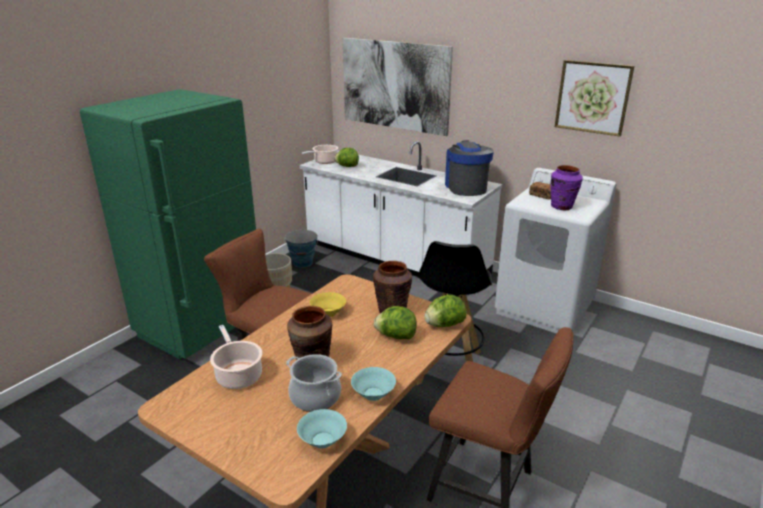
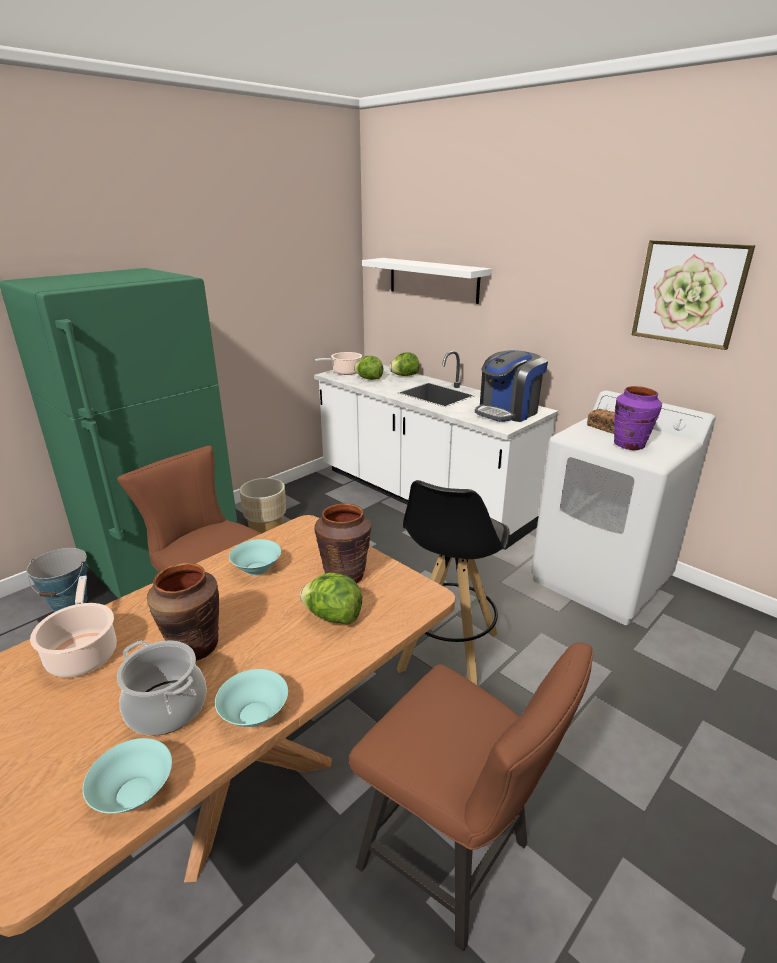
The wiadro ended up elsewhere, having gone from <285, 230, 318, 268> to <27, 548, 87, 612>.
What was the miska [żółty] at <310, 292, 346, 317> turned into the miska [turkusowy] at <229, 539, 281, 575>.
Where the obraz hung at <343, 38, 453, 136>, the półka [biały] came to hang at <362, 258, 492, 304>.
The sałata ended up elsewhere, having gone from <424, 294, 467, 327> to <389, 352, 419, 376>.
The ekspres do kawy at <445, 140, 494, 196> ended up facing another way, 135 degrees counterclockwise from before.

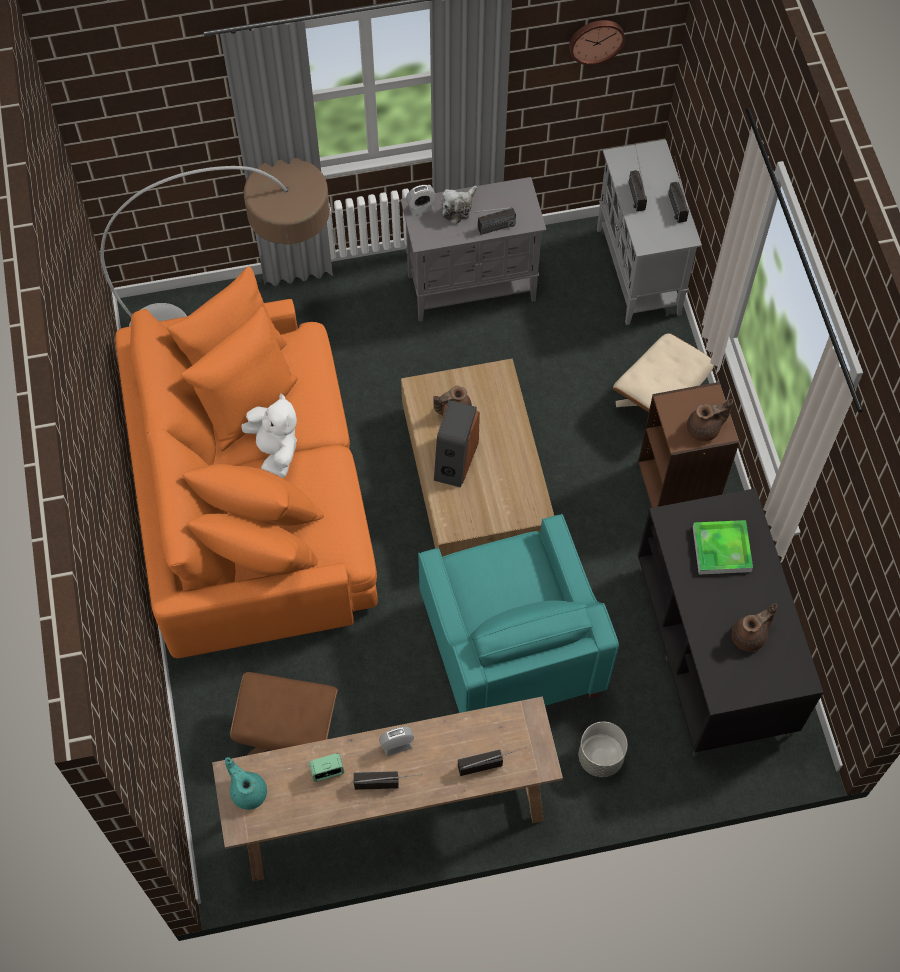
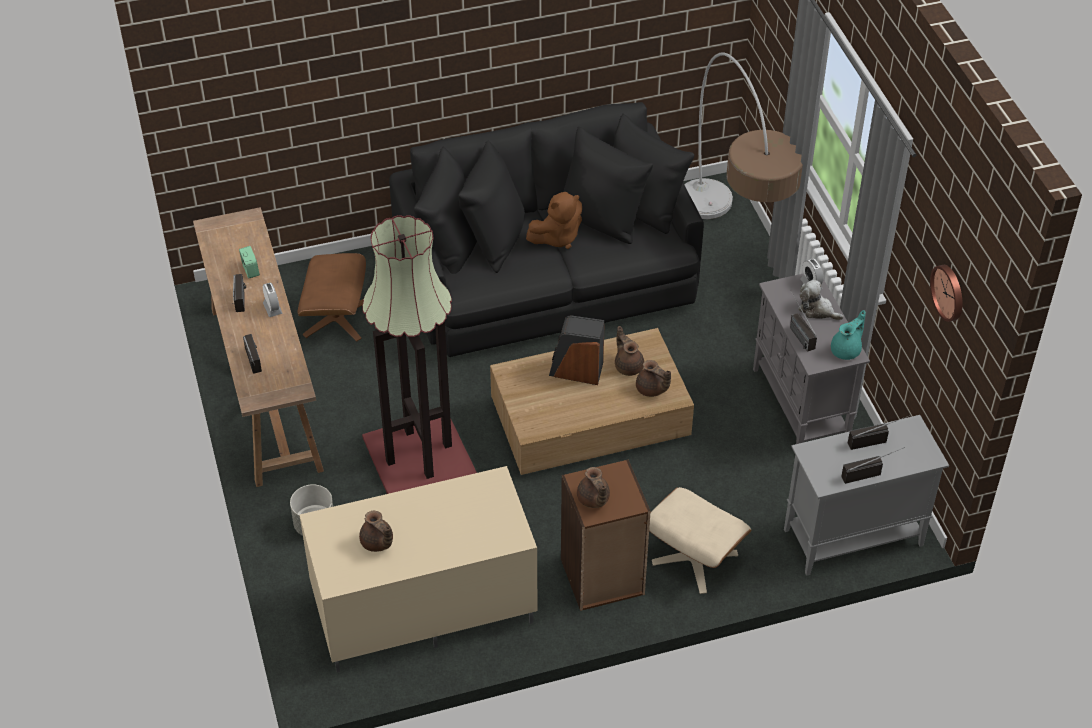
What was the kanapa [pomarańczowy] at <115, 266, 378, 658> turned into the kanapa [czarny] at <389, 102, 704, 357>.
The imbryk [turkusowy] ended up elsewhere, having gone from <225, 757, 267, 810> to <831, 310, 866, 360>.
What was the pluszak [biały] at <241, 393, 297, 478> turned into the pluszak [brązowy] at <526, 192, 582, 249>.
Where the fotel [turkusowy] stood at <418, 514, 619, 713>, the lampa stojąca came to stand at <362, 215, 477, 494>.
What was the szafka pod telewizor [czarny] at <638, 488, 823, 756> turned into the szafka pod telewizor [beżowy] at <300, 466, 538, 673>.
The second view lost the taca at <693, 520, 753, 575>.
The second view gained the imbryk [brązowy] at <636, 360, 671, 397>.

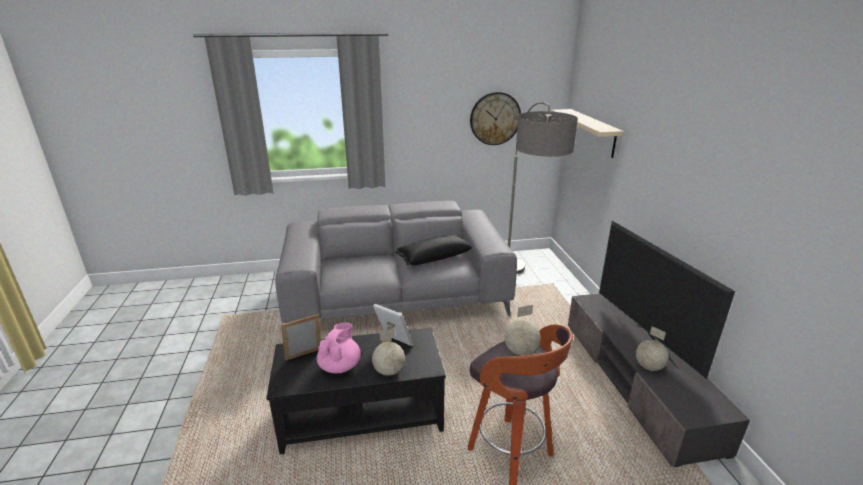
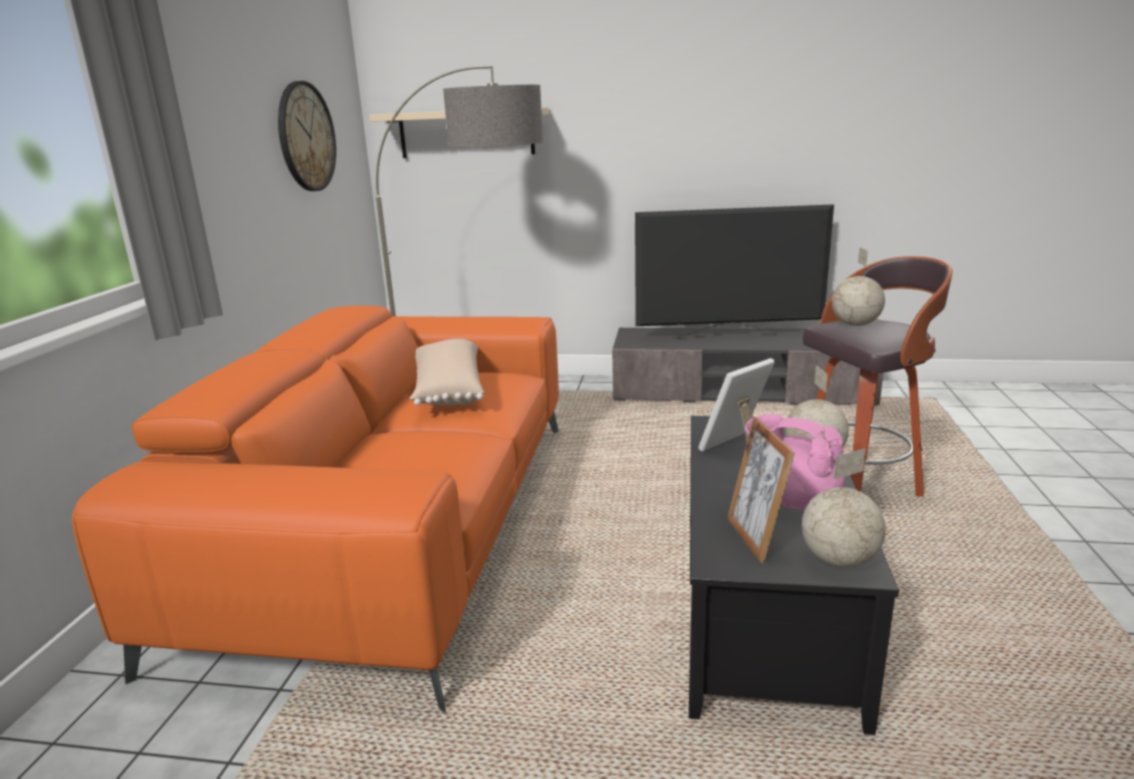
What was the kanapa [szary] at <275, 201, 517, 323> turned into the kanapa [pomarańczowy] at <72, 306, 559, 713>.
What was the poduszka [czarny] at <395, 234, 472, 265> turned into the poduszka [beżowy] at <409, 339, 484, 405>.
The globus ended up elsewhere, having gone from <636, 326, 669, 371> to <802, 448, 886, 568>.

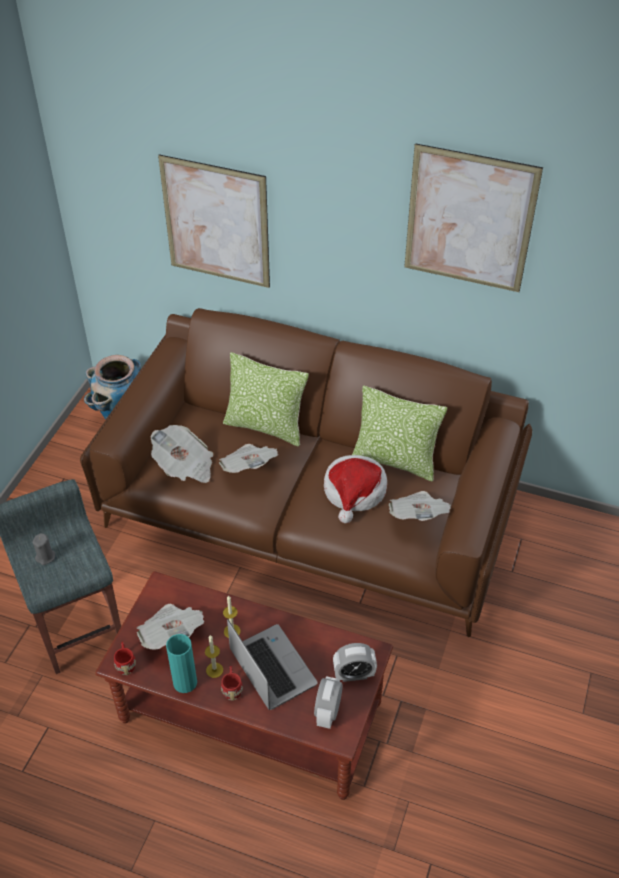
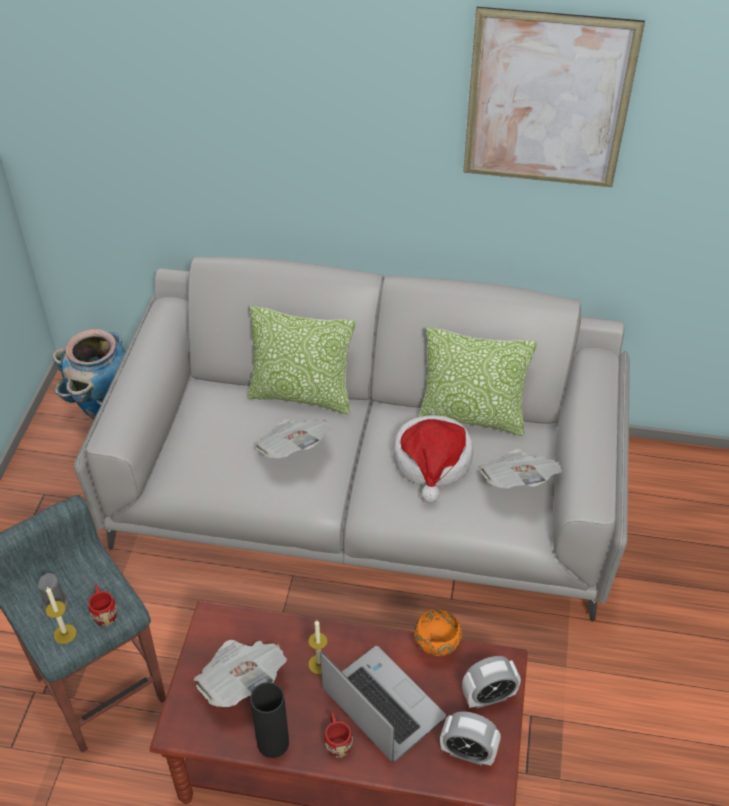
What was the kanapa [brązowy] at <80, 308, 532, 637> turned into the kanapa [szary] at <74, 256, 630, 622>.
The kubek [czerwony] ended up elsewhere, having gone from <114, 642, 136, 675> to <88, 584, 117, 626>.
The second view lost the gazeta at <151, 425, 213, 483>.
The second view lost the obraz at <158, 154, 270, 288>.
What was the wazon [turkusowy] at <166, 634, 197, 693> turned into the wazon [czarny] at <250, 682, 289, 758>.
The świeca ended up elsewhere, having gone from <205, 635, 223, 678> to <46, 587, 76, 644>.
The budzik at <314, 676, 343, 729> ended up facing another way, 75 degrees counterclockwise from before.
The second view gained the miska [pomarańczowy] at <414, 609, 462, 656>.

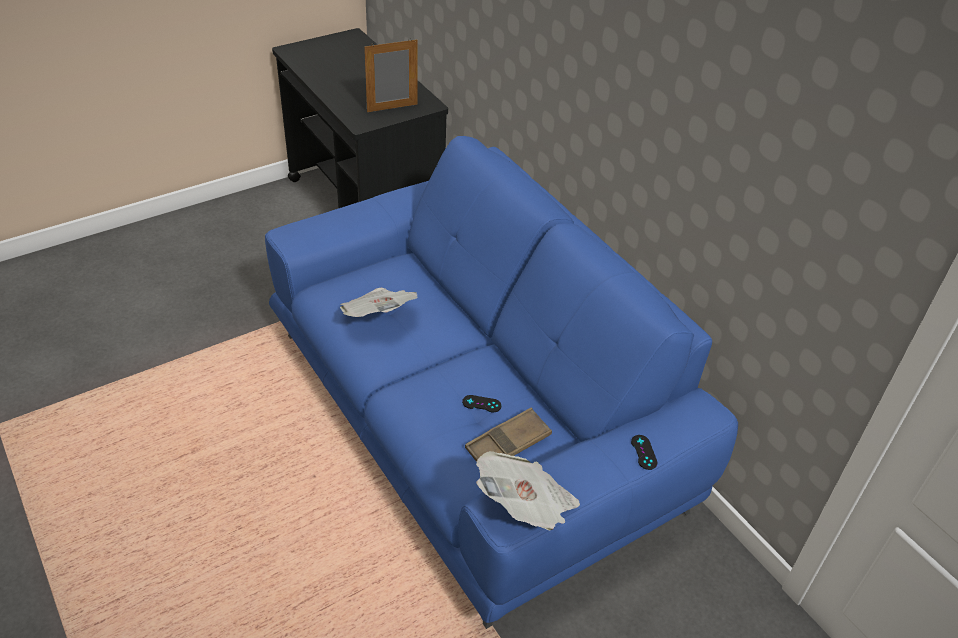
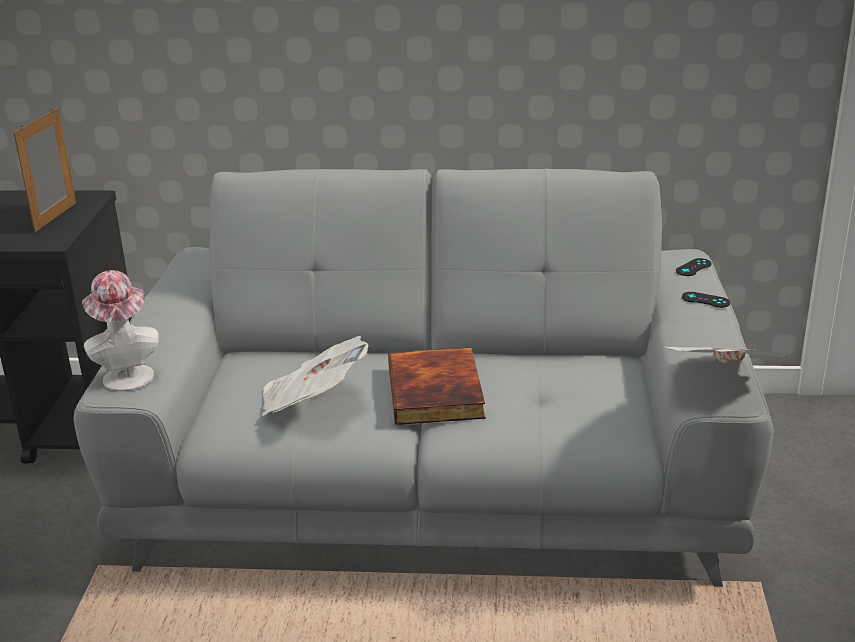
What was the kanapa [niebieski] at <265, 136, 738, 629> turned into the kanapa [szary] at <73, 169, 774, 587>.
The pad do gier [czarny] ended up elsewhere, having gone from <462, 395, 501, 412> to <676, 258, 712, 276>.
The second view lost the taca [brązowy] at <465, 407, 552, 462>.
The second view gained the kapelusz at <82, 270, 159, 391>.
The second view gained the książka at <388, 347, 486, 425>.

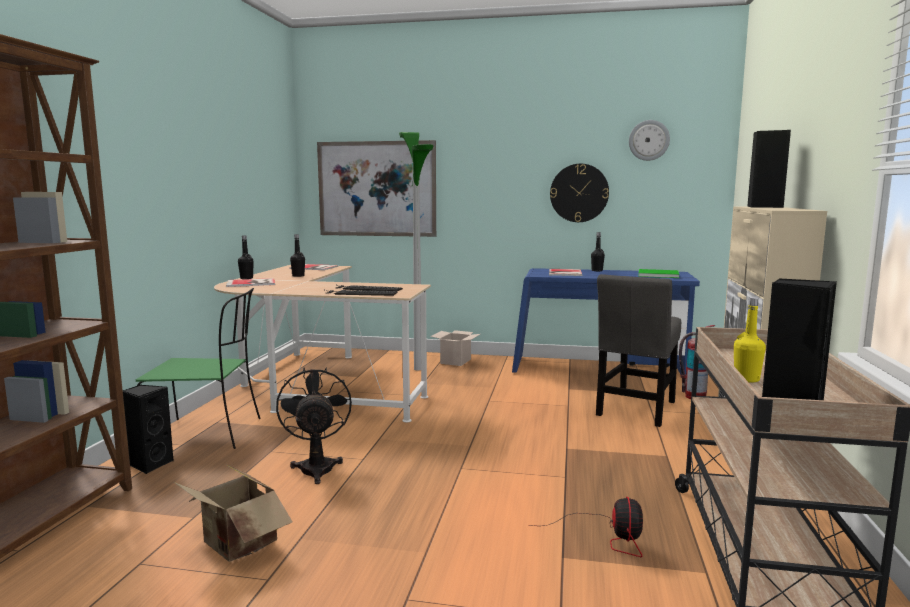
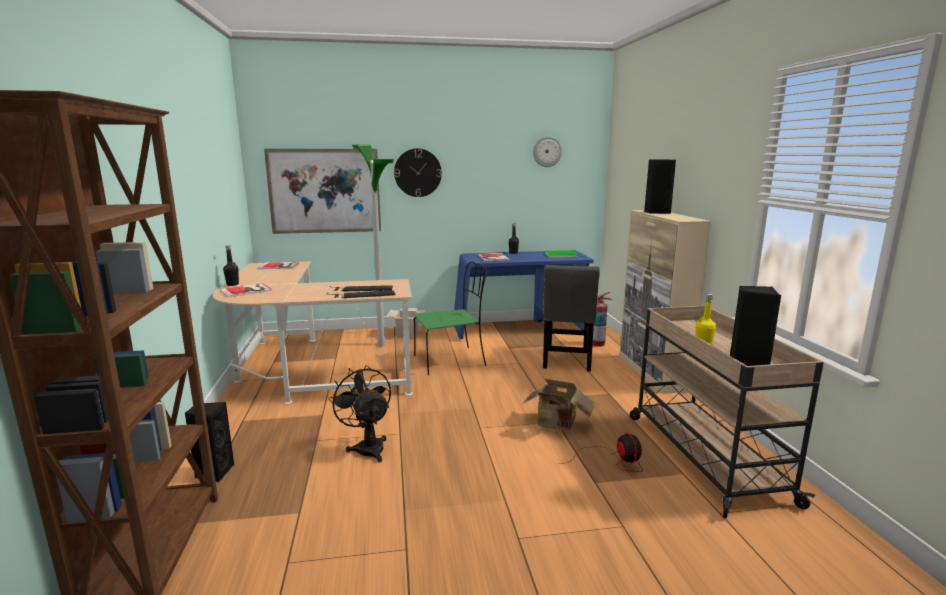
The krzesło [zielony] ended up elsewhere, having gone from <136, 288, 261, 449> to <414, 262, 488, 375>.
The karton ended up elsewhere, having gone from <174, 465, 293, 562> to <522, 379, 595, 432>.
The second view lost the butelka [czarny] at <290, 234, 305, 277>.
The zegar ścienny ended up elsewhere, having gone from <550, 164, 609, 222> to <394, 148, 442, 197>.

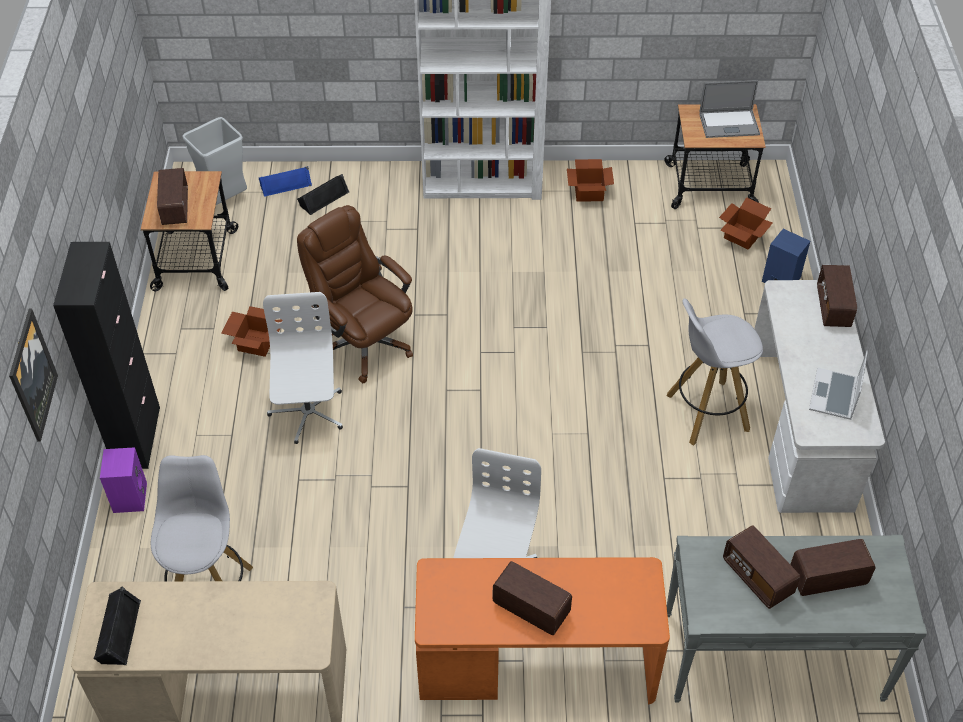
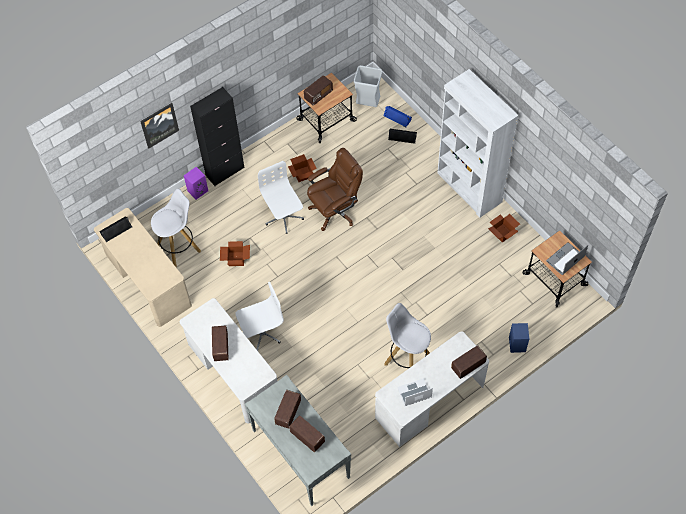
The krzesło biurowe [biały] at <263, 292, 343, 444> ended up facing another way, 75 degrees counterclockwise from before.
The krzesło biurowe [brązowy] at <297, 205, 413, 383> ended up facing another way, 45 degrees clockwise from before.
What was the biurko [pomarańczowy] at <415, 557, 670, 705> turned into the biurko [biały] at <180, 298, 277, 424>.
The laptop at <699, 80, 760, 138> ended up facing another way, 90 degrees clockwise from before.
The karton ended up elsewhere, having gone from <719, 197, 773, 249> to <220, 241, 250, 266>.

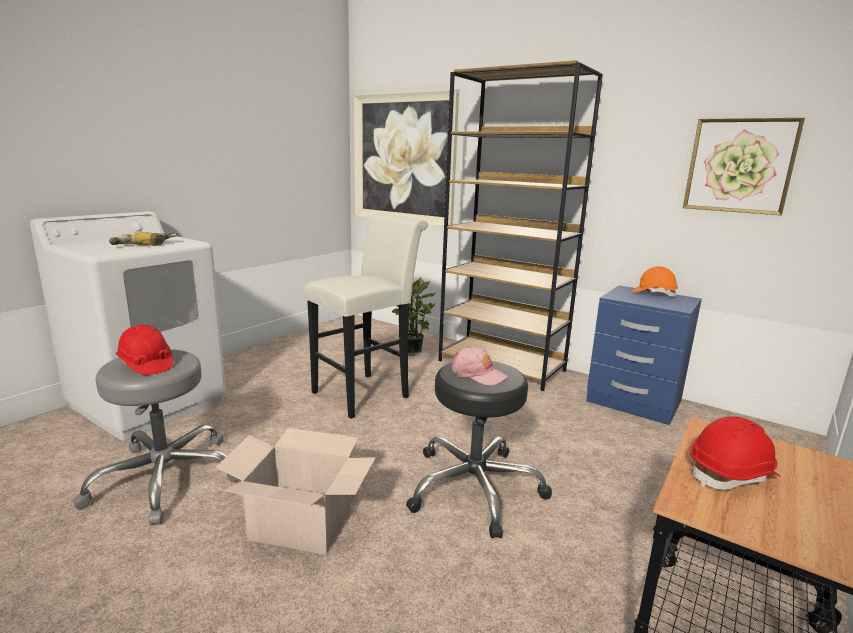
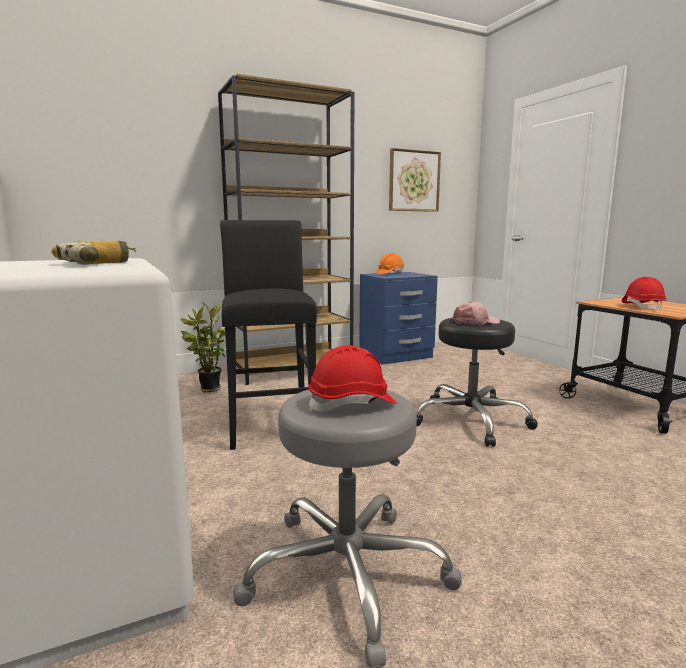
The second view lost the karton at <215, 428, 376, 555>.
What was the stołek [biały] at <304, 213, 428, 419> turned into the stołek [czarny] at <220, 220, 317, 450>.
The second view lost the obraz at <354, 89, 459, 227>.

